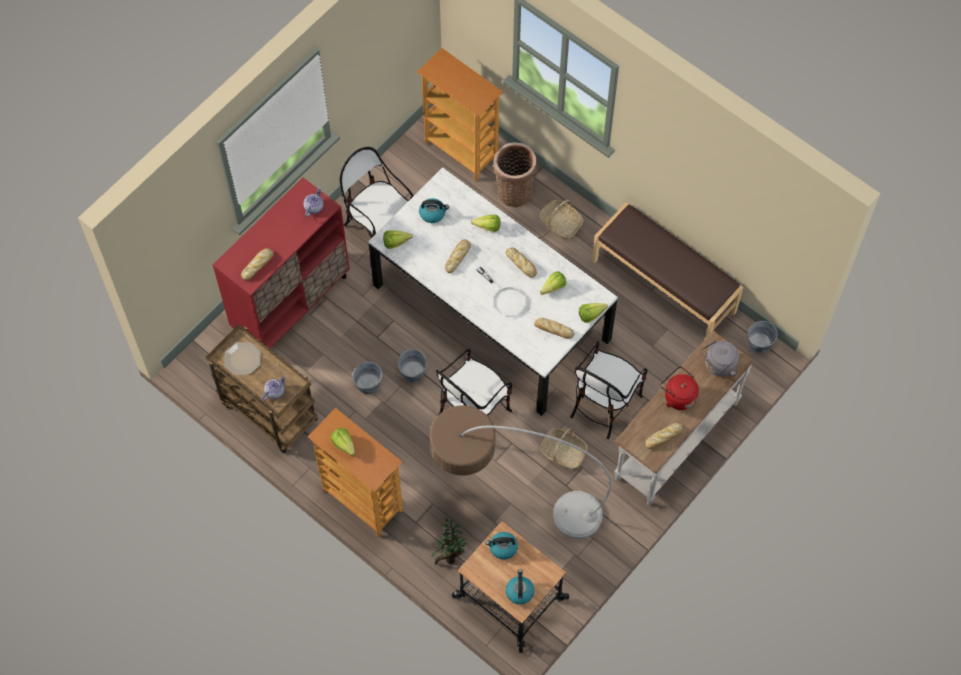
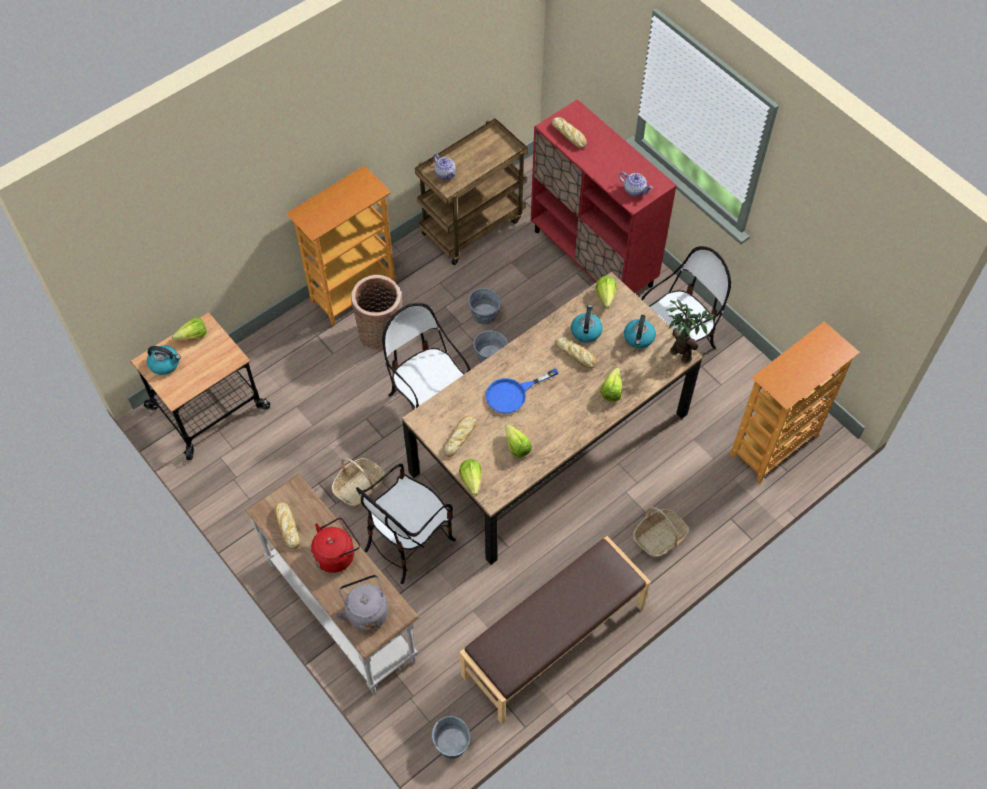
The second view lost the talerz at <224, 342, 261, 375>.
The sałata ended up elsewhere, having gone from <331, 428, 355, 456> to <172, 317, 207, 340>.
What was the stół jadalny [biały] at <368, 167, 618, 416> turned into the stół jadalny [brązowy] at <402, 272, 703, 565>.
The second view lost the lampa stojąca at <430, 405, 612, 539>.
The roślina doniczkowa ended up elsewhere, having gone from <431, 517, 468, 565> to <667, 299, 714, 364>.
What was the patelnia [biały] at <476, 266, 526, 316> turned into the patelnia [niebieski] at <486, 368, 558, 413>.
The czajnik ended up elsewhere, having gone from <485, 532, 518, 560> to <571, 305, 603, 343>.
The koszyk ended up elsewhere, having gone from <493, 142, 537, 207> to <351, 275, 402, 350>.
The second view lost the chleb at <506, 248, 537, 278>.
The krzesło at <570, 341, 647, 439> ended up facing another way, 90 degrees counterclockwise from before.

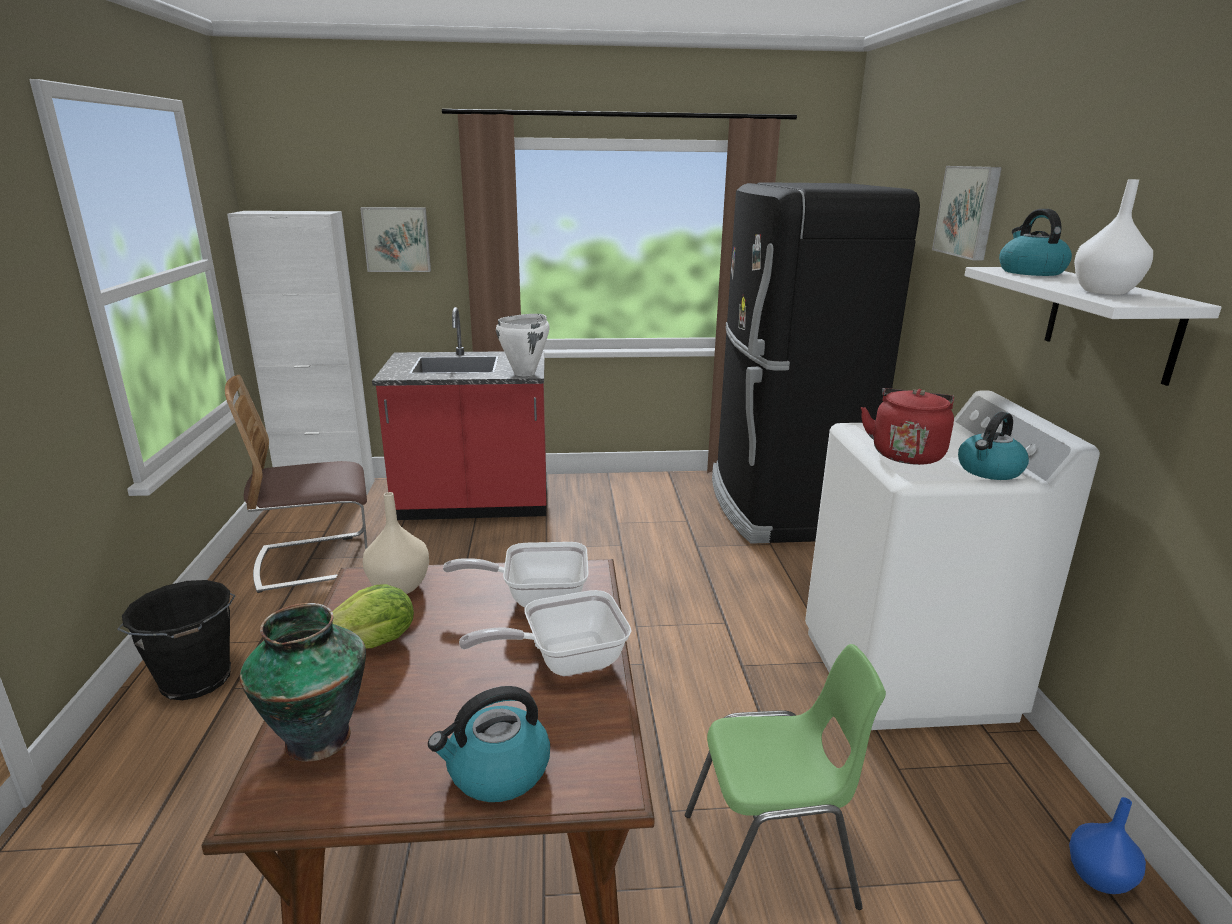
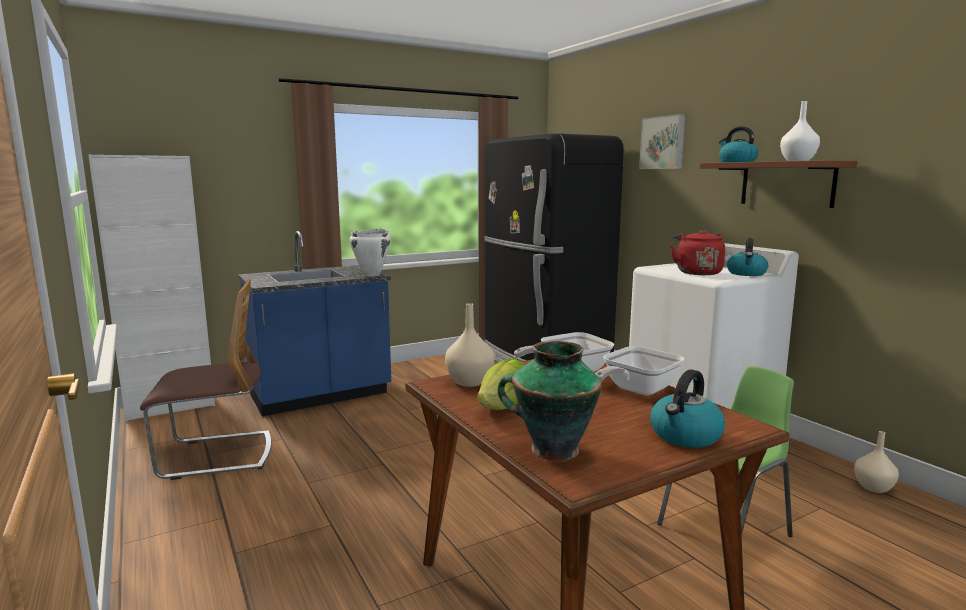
The second view lost the wiadro [czarny] at <117, 580, 236, 700>.
The krzesło at <225, 375, 367, 593> ended up facing another way, 150 degrees counterclockwise from before.
The second view lost the obraz at <360, 207, 431, 272>.
What was the zabudowa kuchenna [czerwony] at <372, 307, 546, 520> turned into the zabudowa kuchenna [niebieski] at <238, 231, 391, 416>.
What was the półka [biały] at <964, 267, 1222, 386> turned into the półka [brązowy] at <700, 160, 857, 208>.
What was the wazon [niebieski] at <1069, 797, 1146, 894> turned into the wazon [beżowy] at <854, 431, 899, 493>.

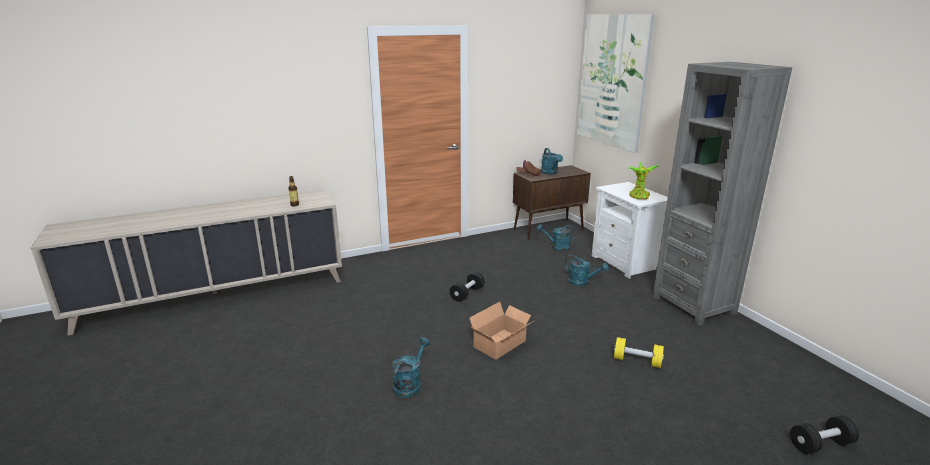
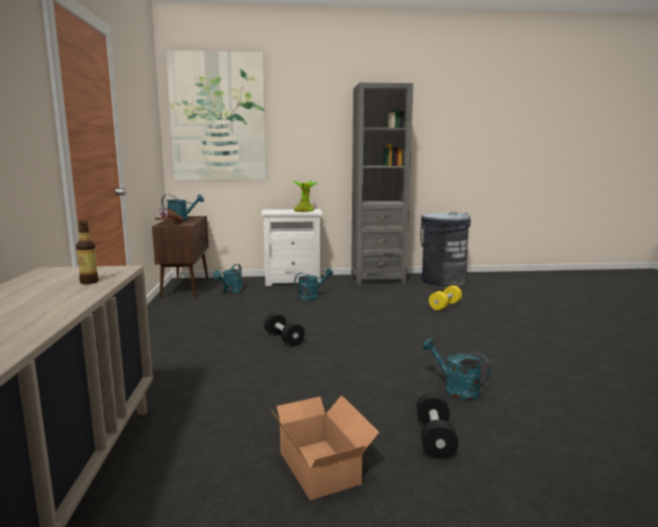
The karton ended up elsewhere, having gone from <469, 302, 534, 360> to <271, 395, 379, 500>.
The hantel [czarny] ended up elsewhere, having gone from <790, 415, 859, 454> to <416, 393, 458, 459>.
The second view gained the kosz na śmieci [szary] at <420, 212, 471, 286>.

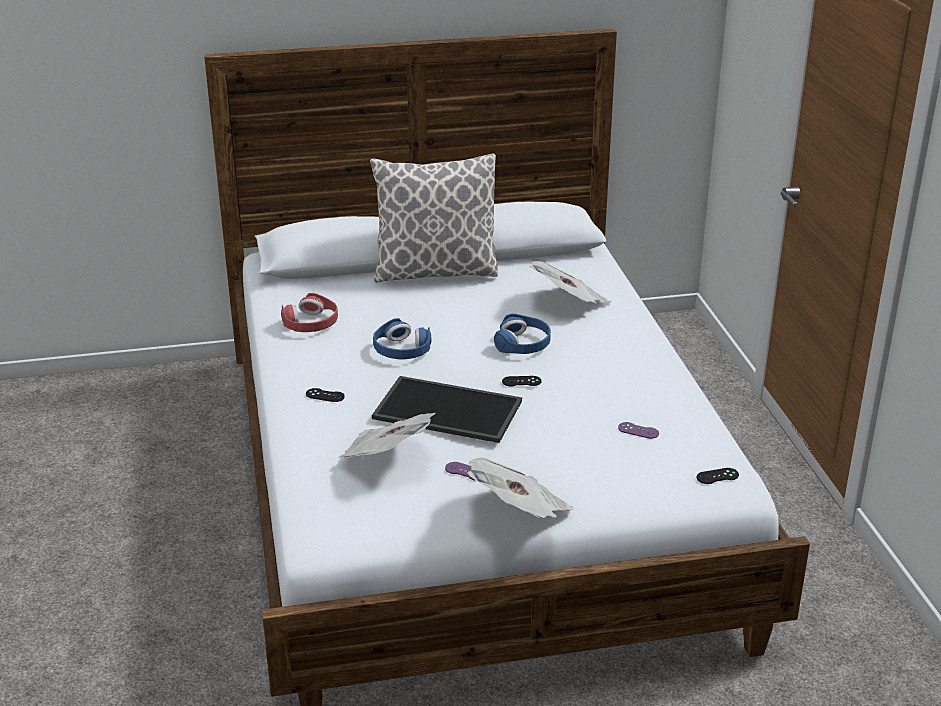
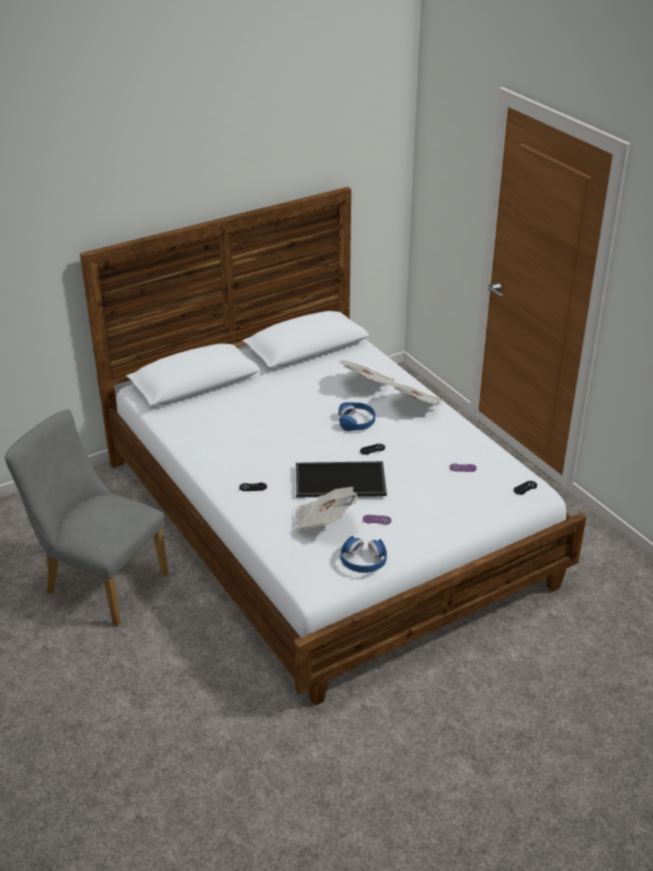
The second view lost the słuchawki [czerwony] at <281, 293, 338, 332>.
The second view lost the poduszka at <370, 153, 498, 283>.
The słuchawki [niebieski] ended up elsewhere, having gone from <373, 318, 431, 359> to <341, 536, 387, 573>.
The gazeta ended up elsewhere, having gone from <467, 458, 573, 519> to <388, 382, 443, 405>.
The second view gained the krzesło [szary] at <5, 409, 169, 626>.

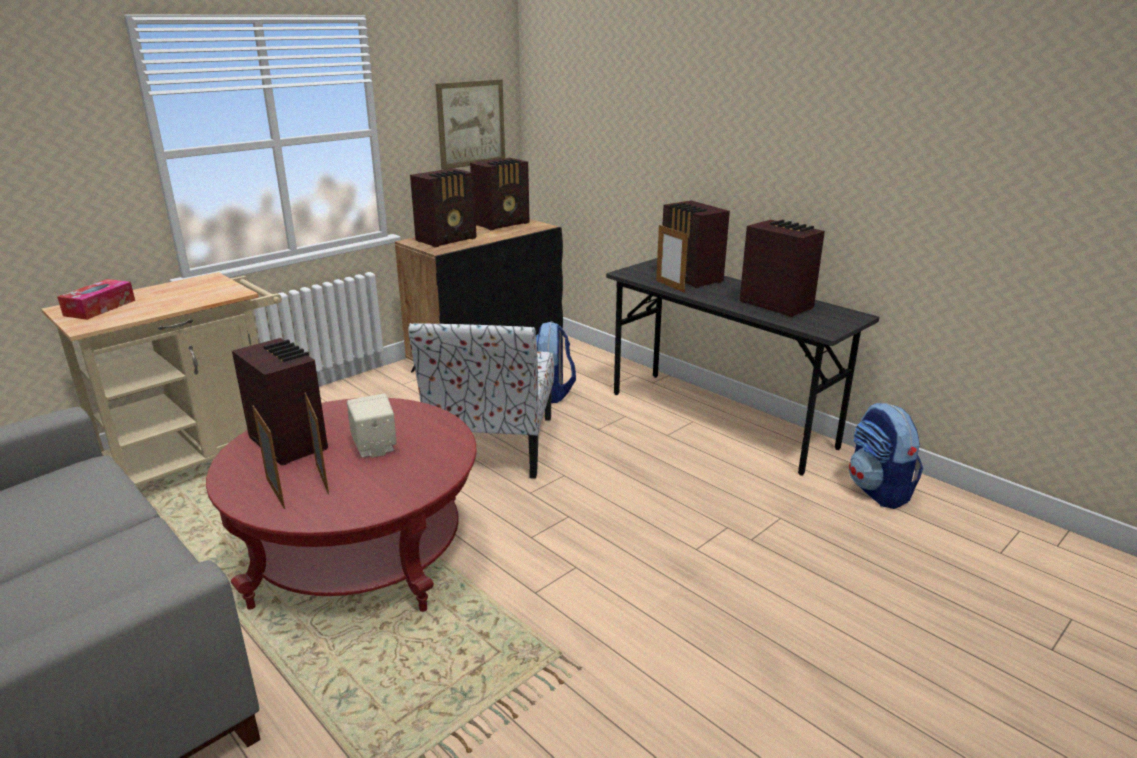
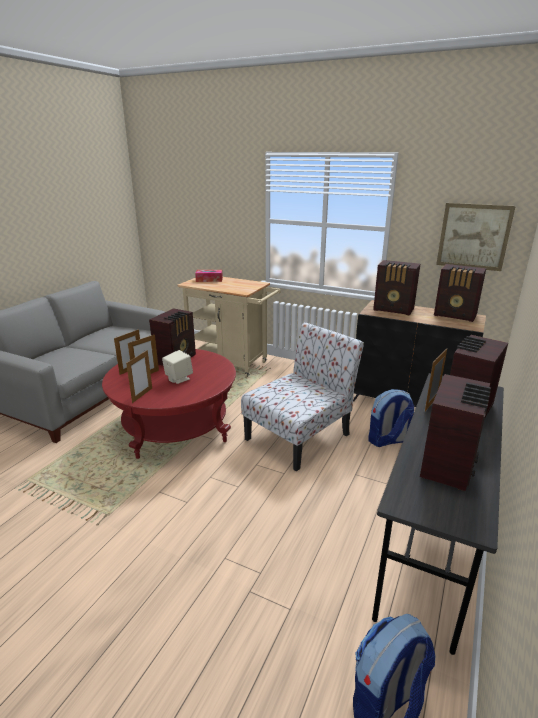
The krzesło at <408, 323, 554, 479> ended up facing another way, 150 degrees clockwise from before.
The second view gained the ramka na zdjęcie at <126, 350, 152, 403>.

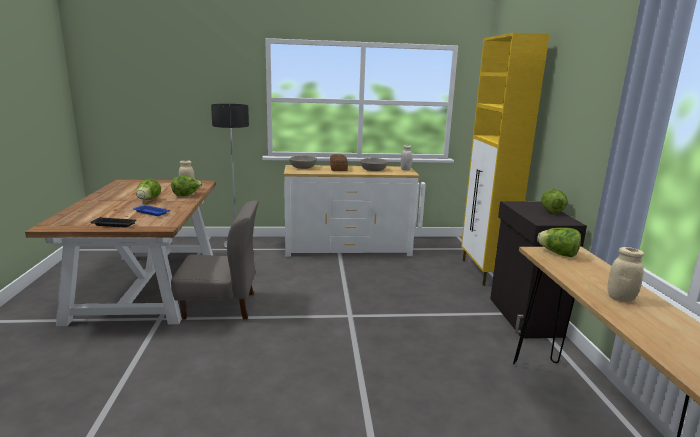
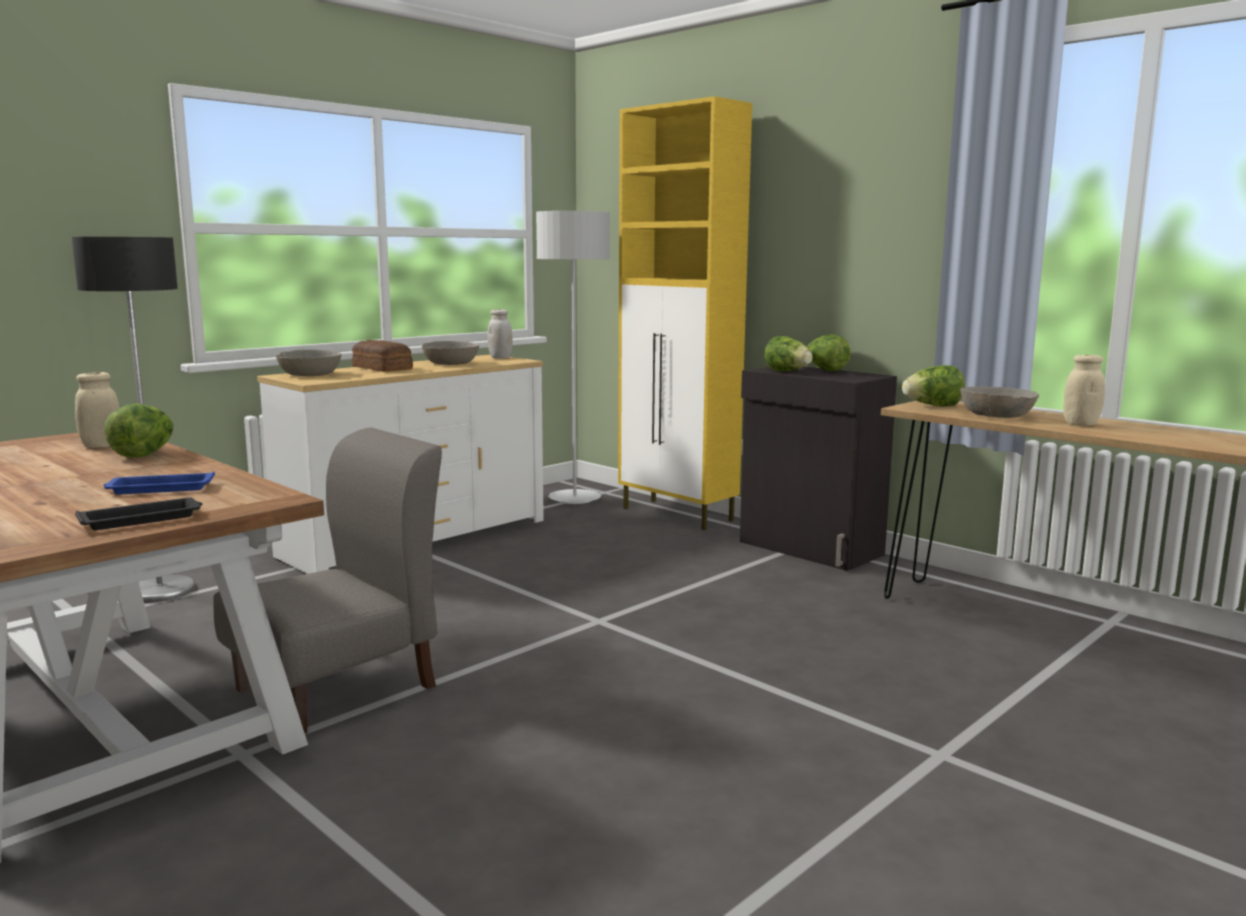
The sałata ended up elsewhere, having gone from <136, 179, 161, 200> to <764, 336, 813, 372>.
The second view gained the lampa stojąca [szary] at <536, 211, 610, 504>.
The second view gained the miska [szary] at <960, 386, 1039, 418>.

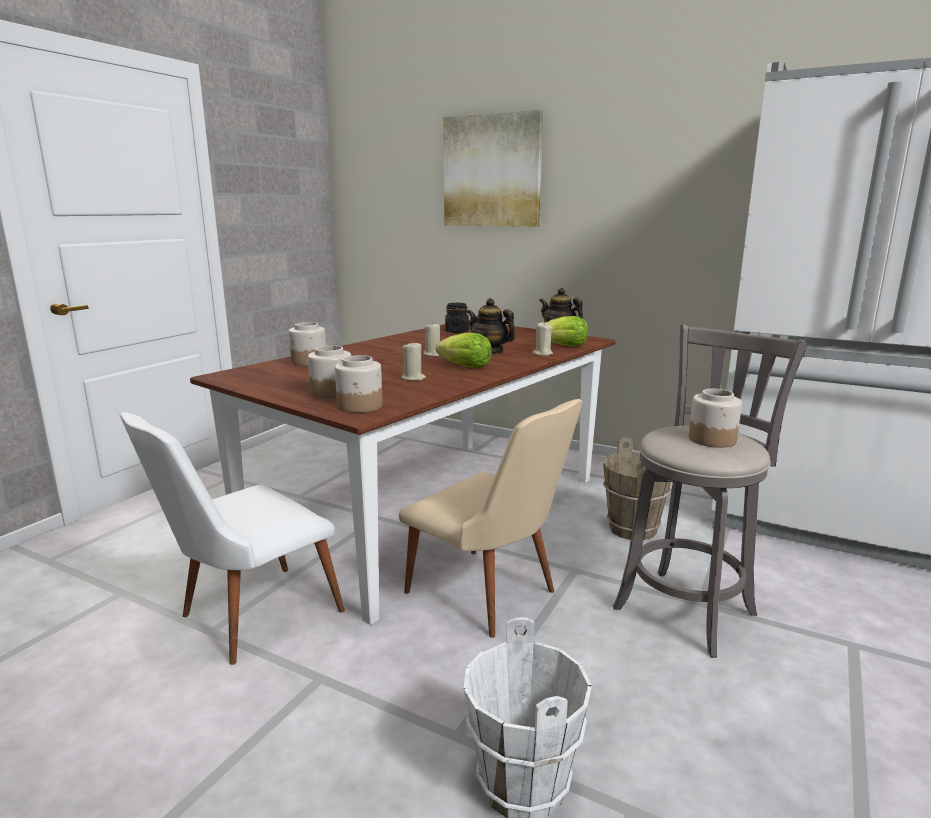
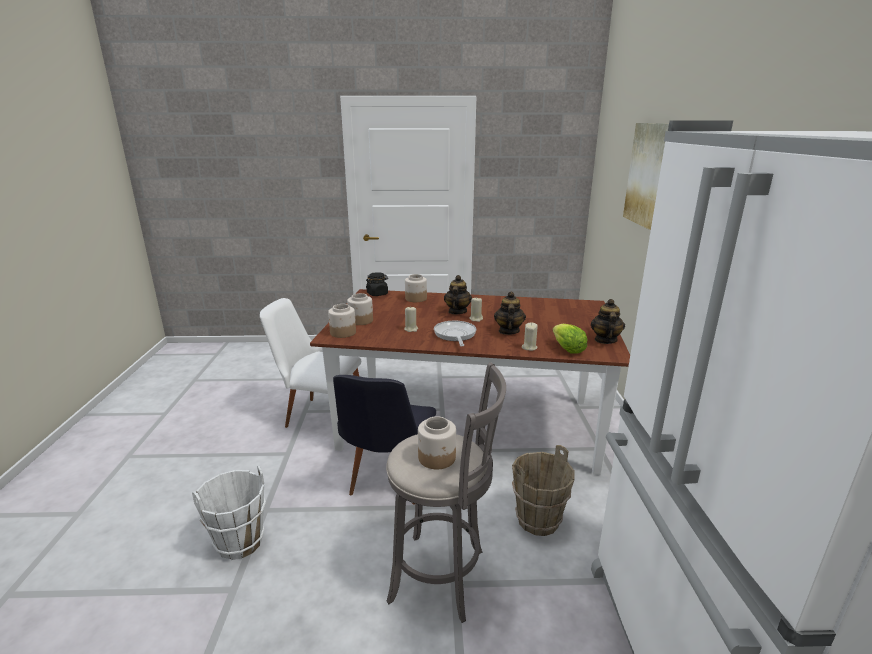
What was the krzesło [beżowy] at <399, 399, 582, 638> turned into the krzesło [czarny] at <333, 375, 436, 505>.
Where the sałata stood at <436, 333, 492, 368>, the patelnia came to stand at <434, 321, 476, 346>.
The słoik [czarny] ended up elsewhere, having gone from <445, 303, 469, 333> to <366, 272, 388, 296>.
The second view gained the imbryk at <444, 275, 472, 314>.

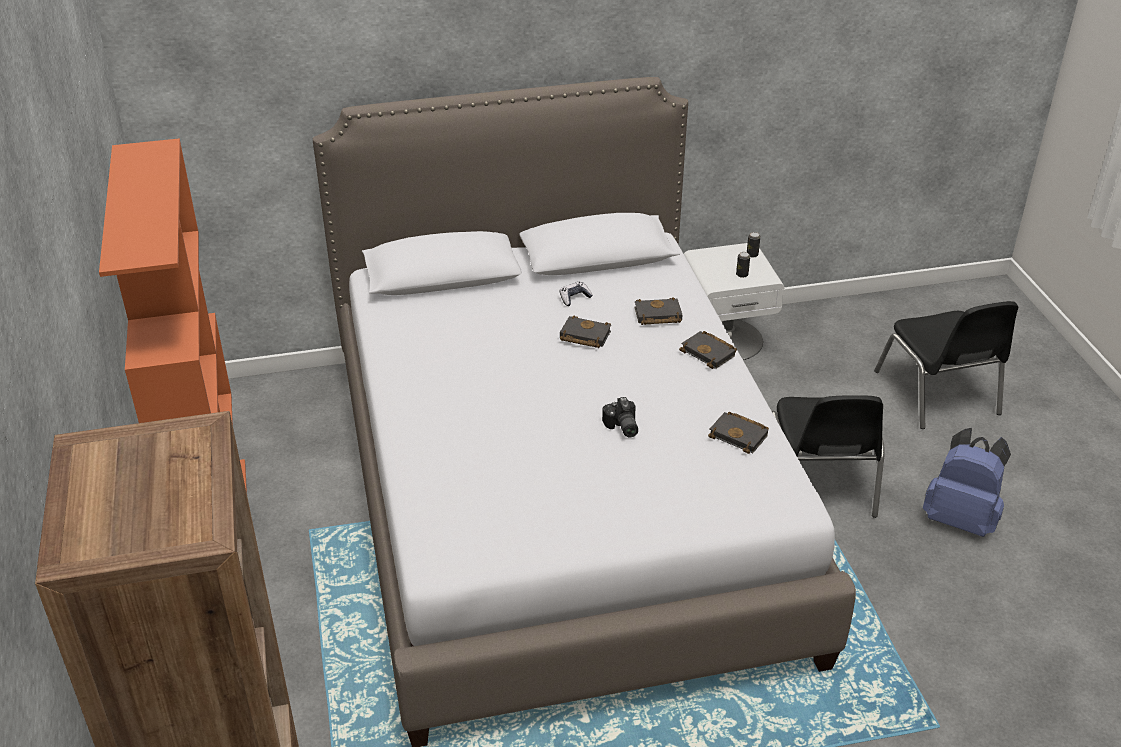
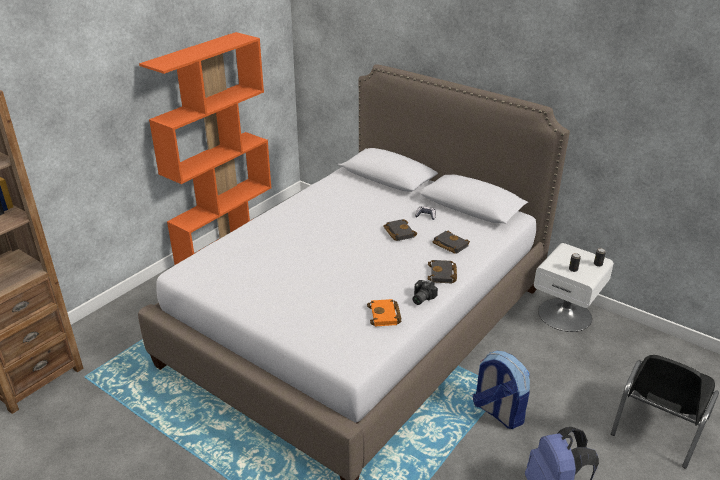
The aparat fotograficzny ended up elsewhere, having gone from <602, 397, 638, 437> to <412, 280, 438, 305>.
What was the książka [czarny] at <708, 412, 769, 454> turned into the książka [pomarańczowy] at <367, 299, 401, 327>.
Where the krzesło [czarny] stood at <772, 395, 885, 518>, the plecak came to stand at <473, 350, 530, 429>.

